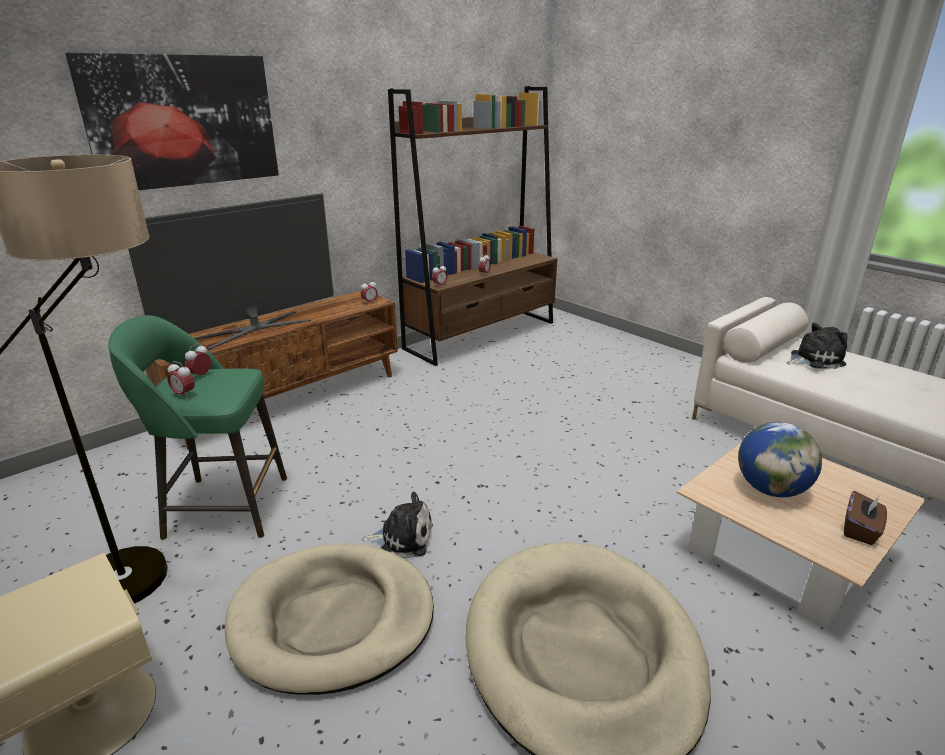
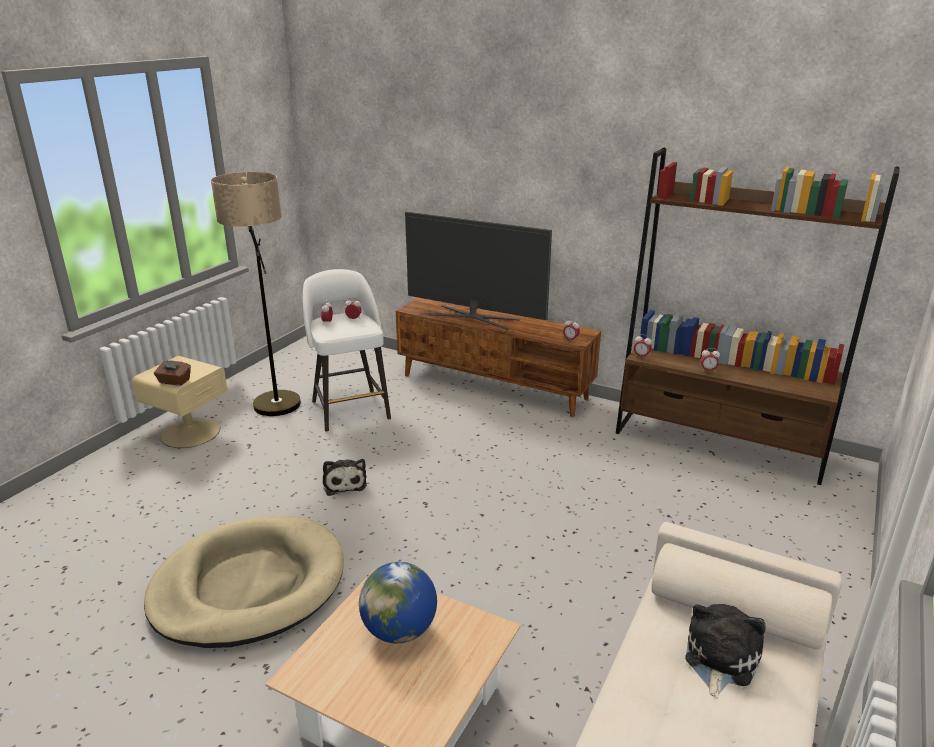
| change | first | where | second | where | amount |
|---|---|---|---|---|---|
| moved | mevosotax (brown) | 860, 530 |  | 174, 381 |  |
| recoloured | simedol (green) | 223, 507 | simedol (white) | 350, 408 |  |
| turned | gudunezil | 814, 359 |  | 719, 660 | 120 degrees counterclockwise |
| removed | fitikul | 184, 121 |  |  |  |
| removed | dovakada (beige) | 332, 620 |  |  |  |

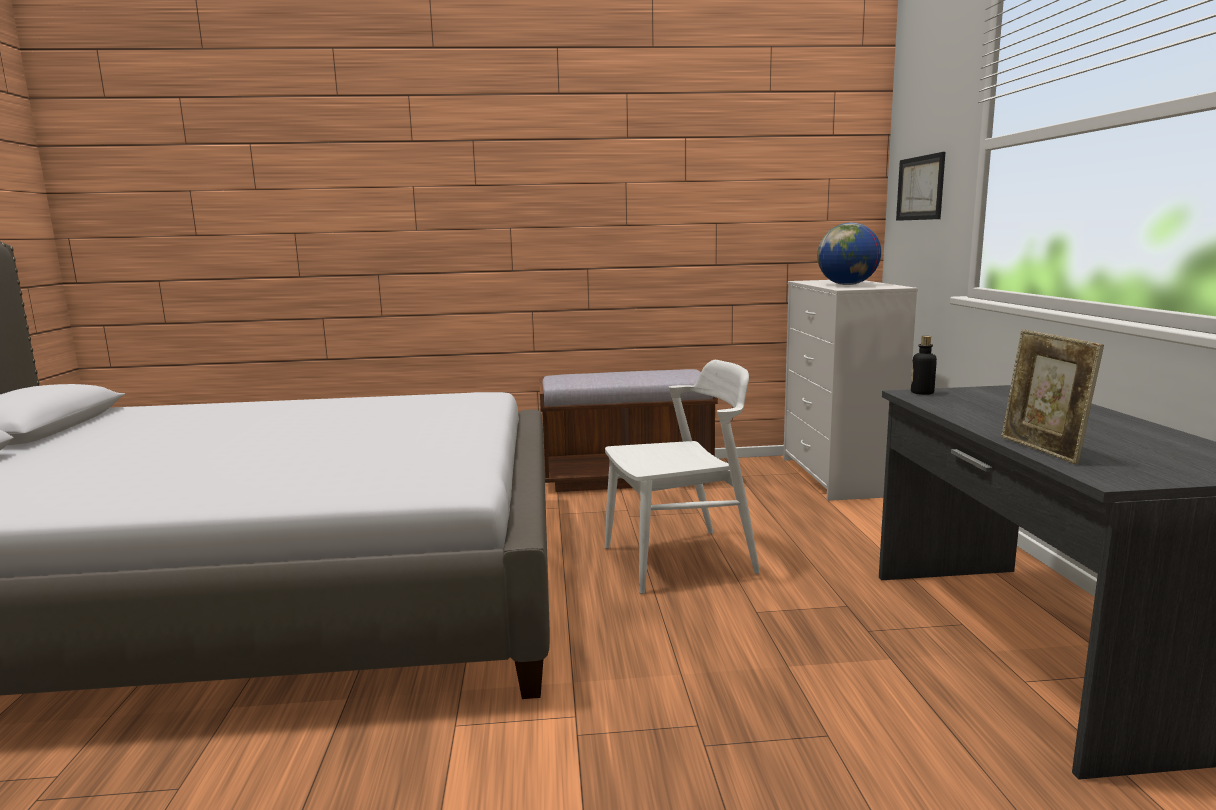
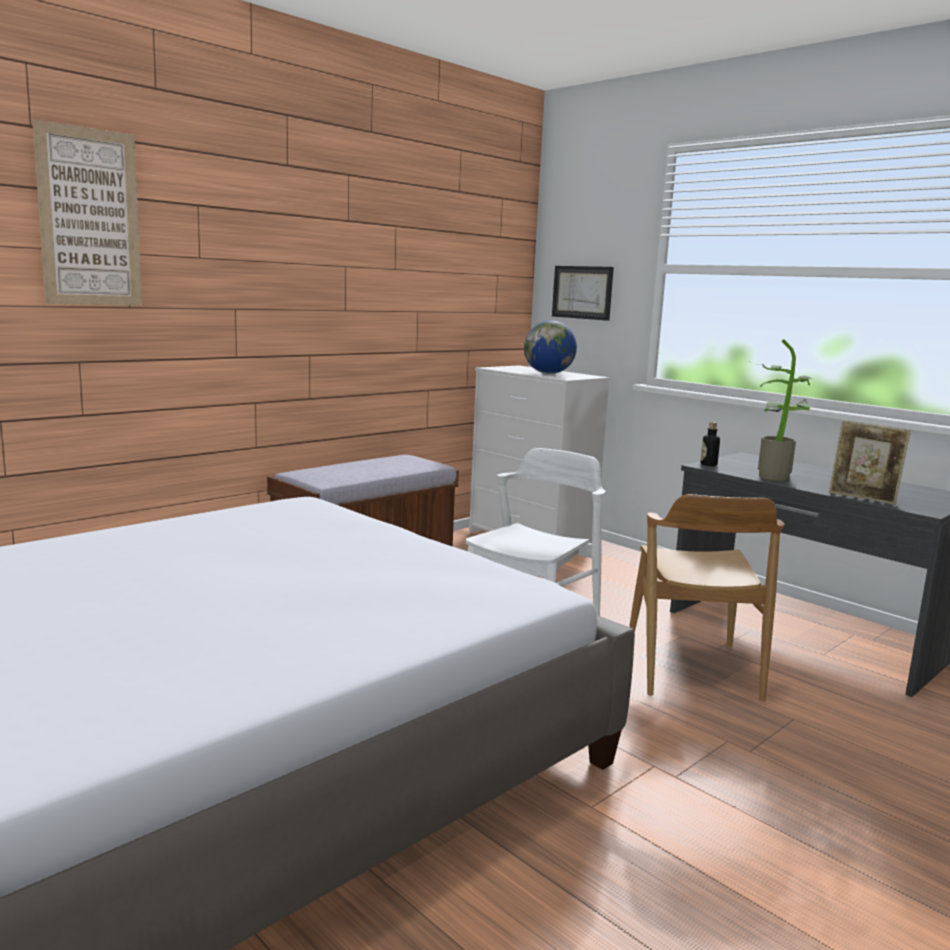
| change | first | where | second | where | amount |
|---|---|---|---|---|---|
| added |  |  | fitikul | 90, 218 |  |
| added |  |  | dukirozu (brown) | 691, 669 |  |
| added |  |  | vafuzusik | 773, 476 |  |

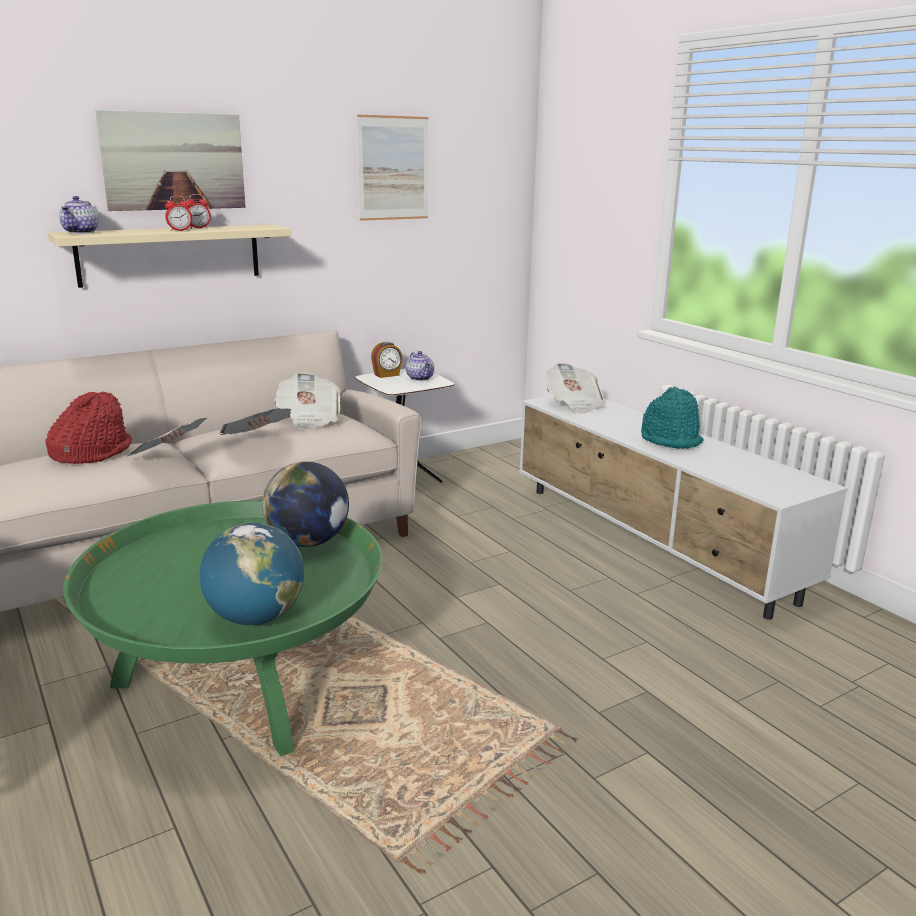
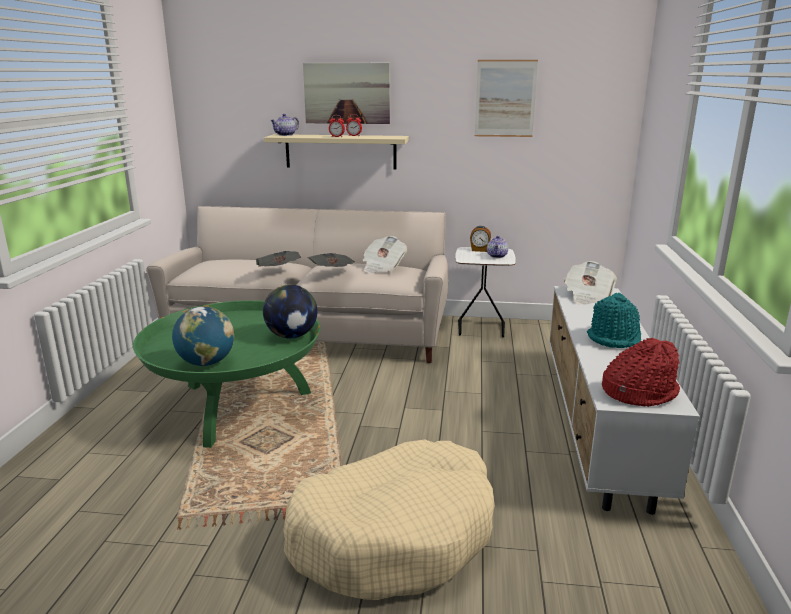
| change | first | where | second | where | amount |
|---|---|---|---|---|---|
| added |  |  | dovakada (beige) | 394, 535 |  |
| moved | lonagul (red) | 91, 453 |  | 638, 392 |  |

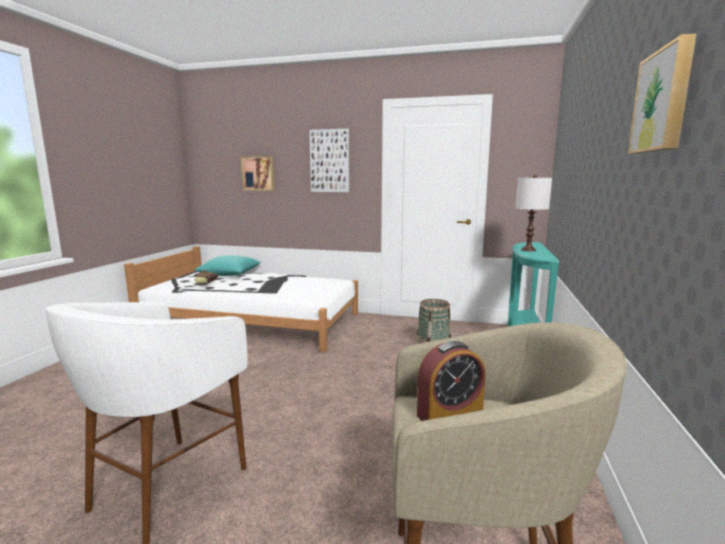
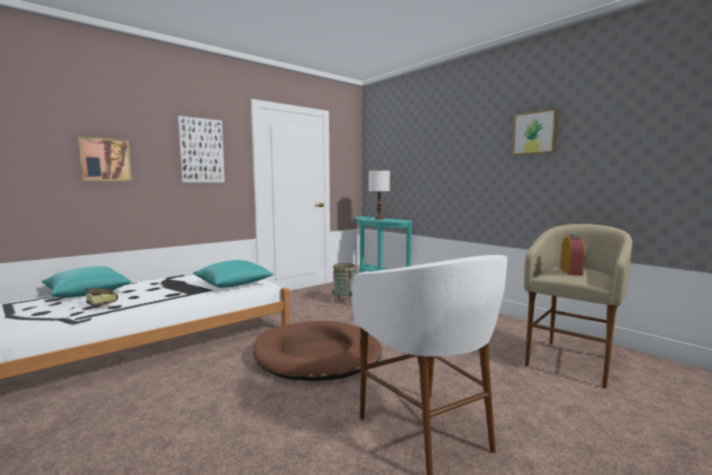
| change | first | where | second | where | amount |
|---|---|---|---|---|---|
| added |  |  | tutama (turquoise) | 233, 284 |  |
| added |  |  | dovakada (brown) | 317, 355 |  |

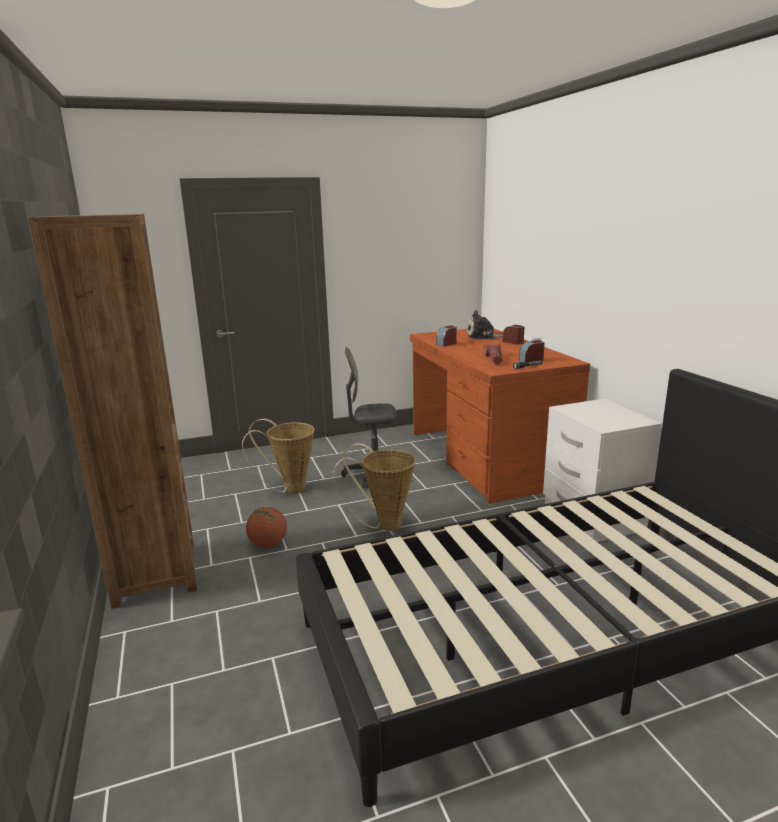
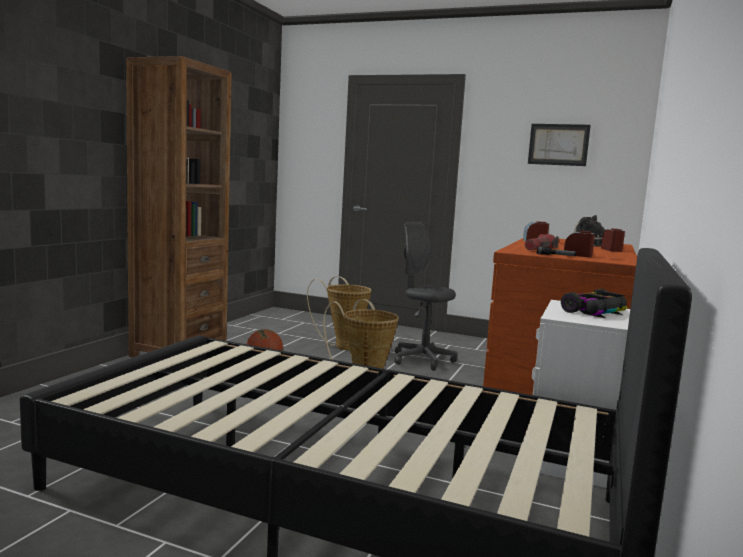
| change | first | where | second | where | amount |
|---|---|---|---|---|---|
| added |  |  | fitikul | 558, 144 |  |
| added |  |  | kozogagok | 595, 312 |  |

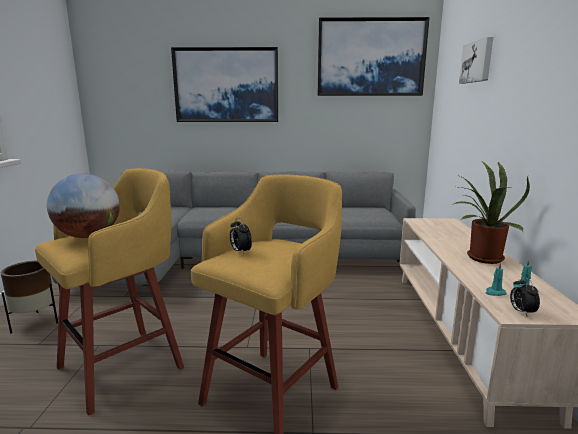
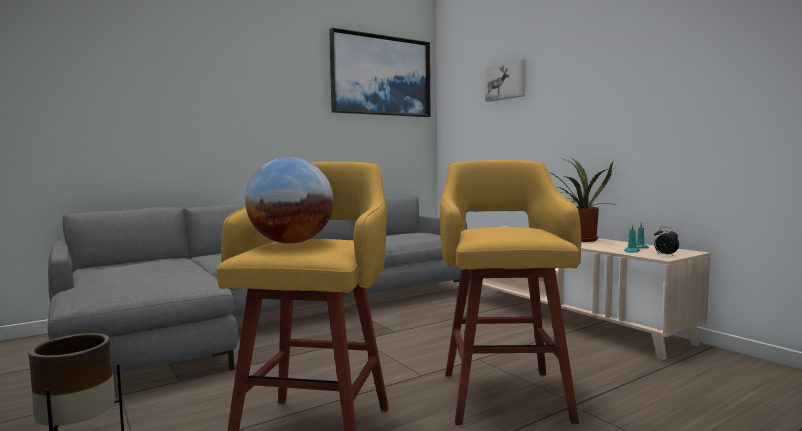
| change | first | where | second | where | amount |
|---|---|---|---|---|---|
| removed | fitikul | 226, 85 |  |  |  |
| removed | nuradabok | 240, 252 |  |  |  |

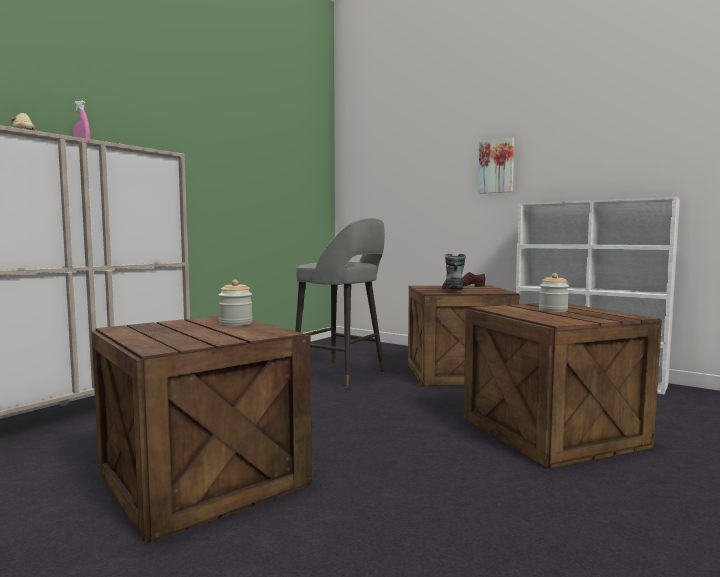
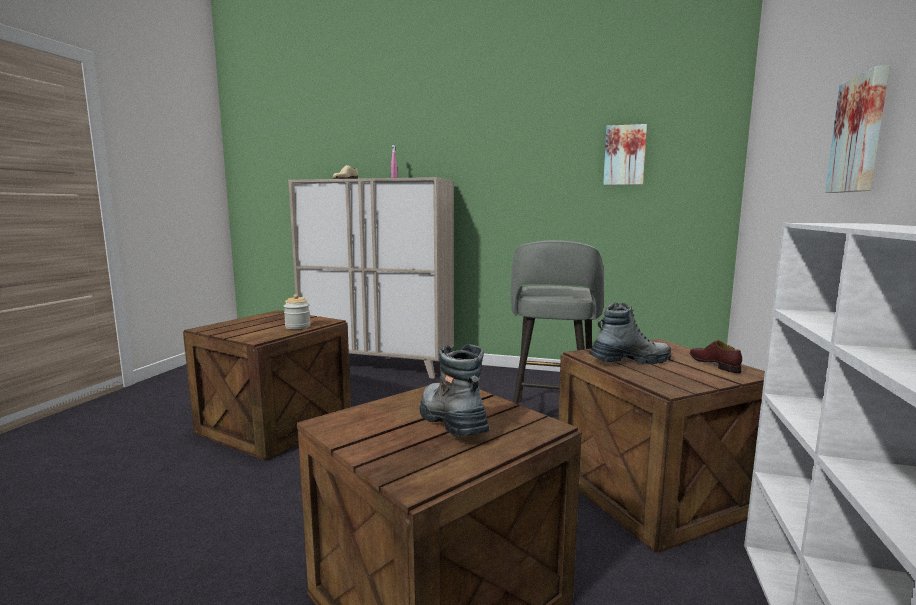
| change | first | where | second | where | amount |
|---|---|---|---|---|---|
| replaced | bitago | 553, 310 | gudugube | 451, 422 |  |
| added |  |  | fitikul | 624, 155 |  |

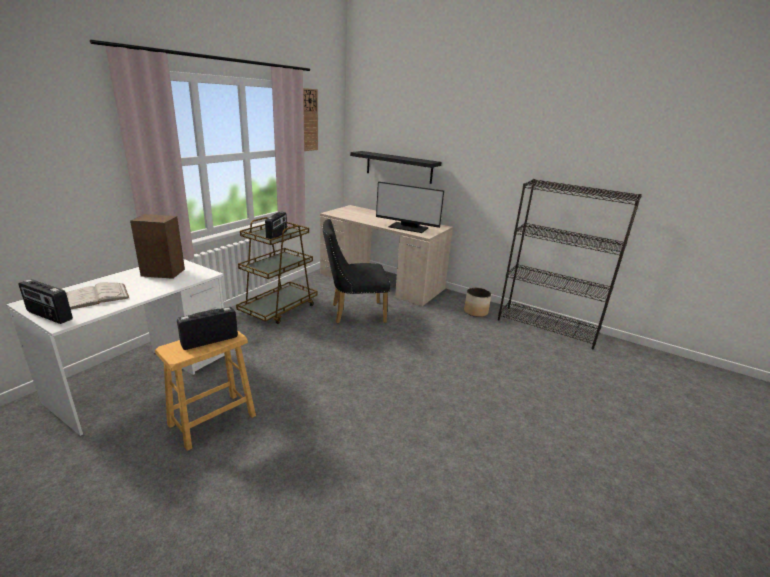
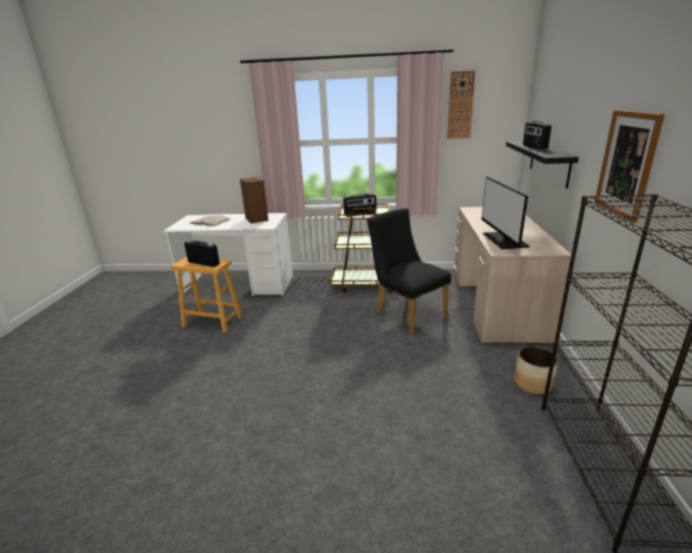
| change | first | where | second | where | amount |
|---|---|---|---|---|---|
| moved | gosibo | 49, 316 |  | 534, 147 |  |
| added |  |  | fitikul | 626, 164 |  |

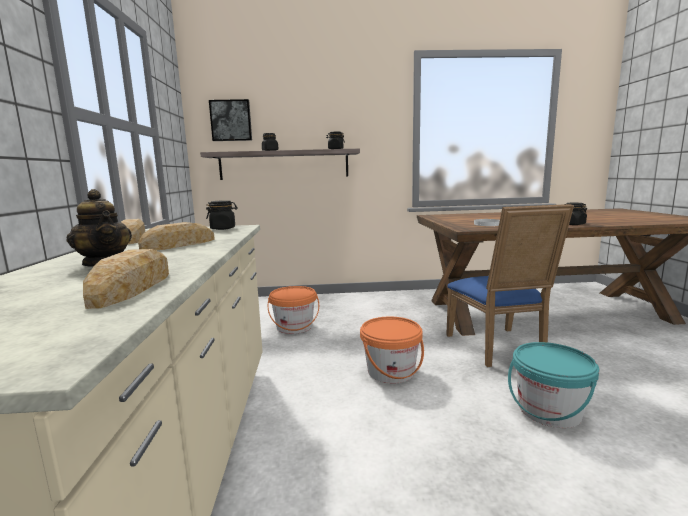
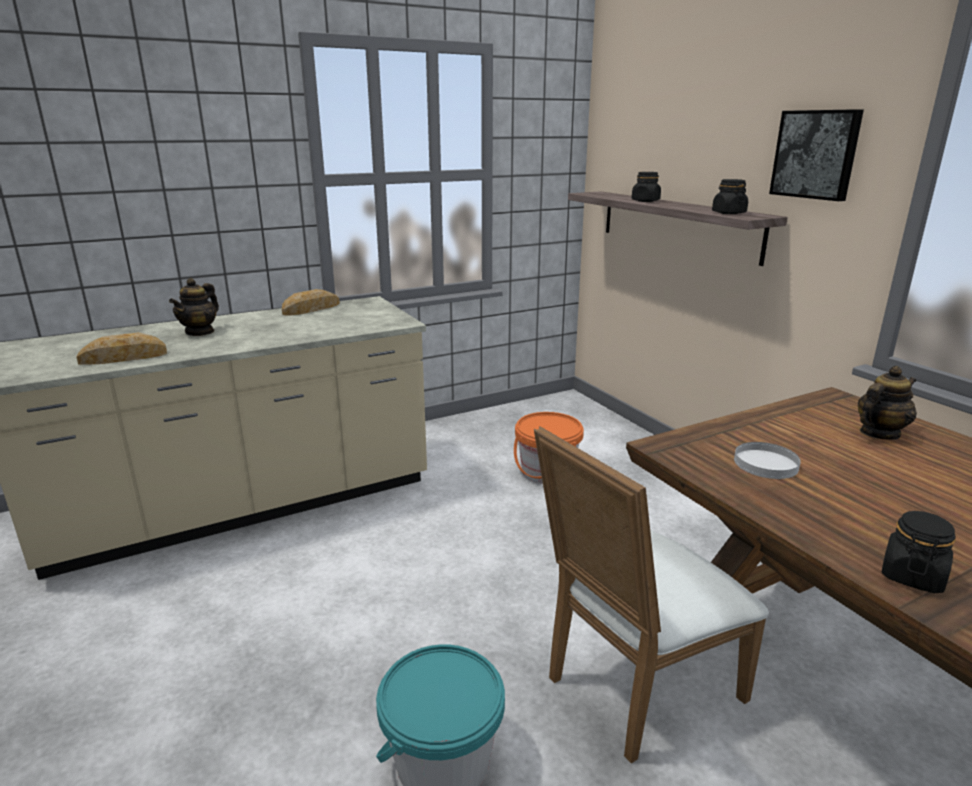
| change | first | where | second | where | amount |
|---|---|---|---|---|---|
| recoloured | dukirozu (blue) | 498, 349 | dukirozu (white) | 634, 688 |  |
| moved | fitikul | 231, 120 |  | 816, 154 |  |
| added |  |  | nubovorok | 879, 433 |  |
| removed | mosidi | 179, 244 |  |  |  |
| removed | bitago (black) | 223, 228 |  |  |  |
| removed | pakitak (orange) | 391, 371 |  |  |  |

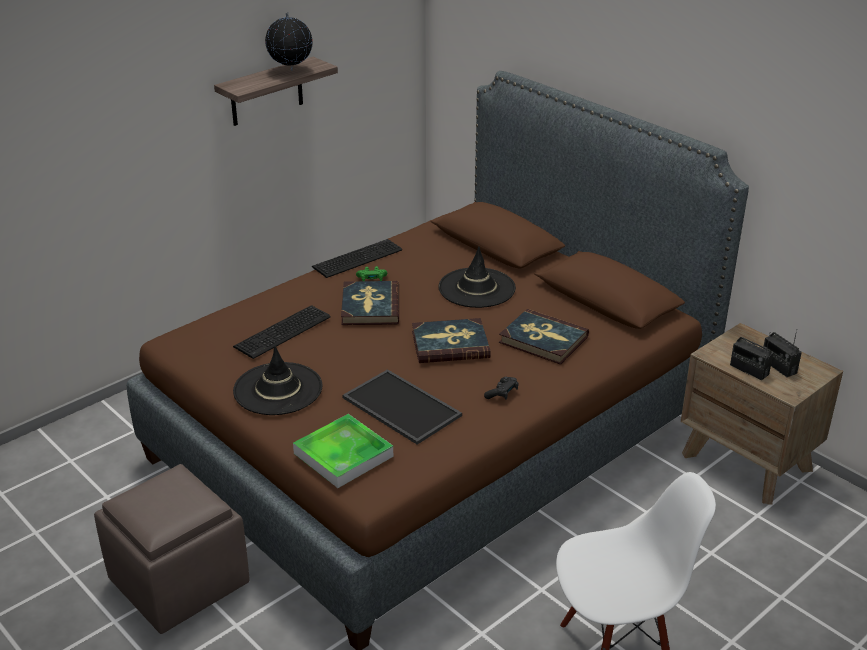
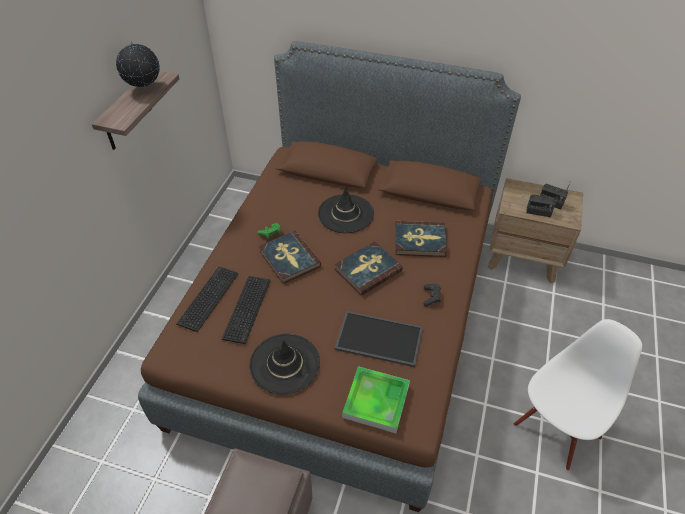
| change | first | where | second | where | amount |
|---|---|---|---|---|---|
| moved | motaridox | 355, 258 |  | 206, 298 |  |

